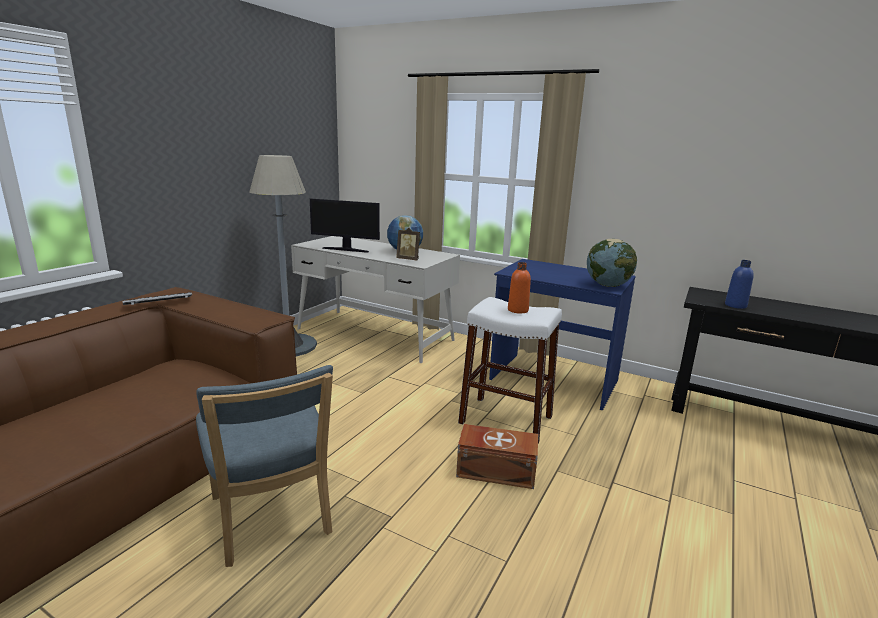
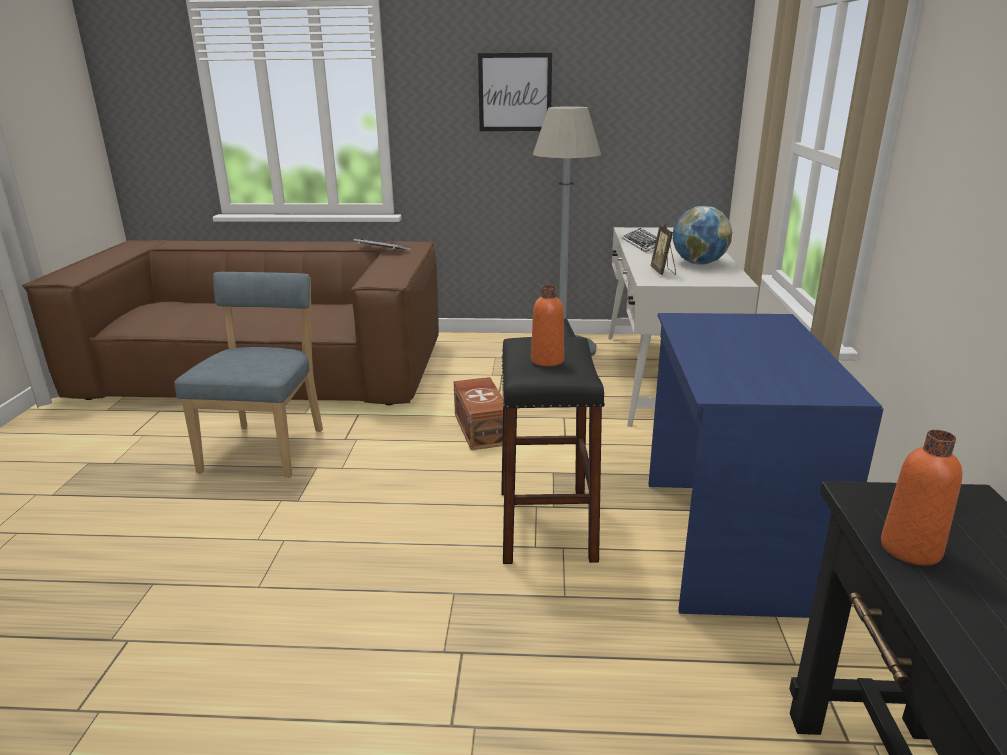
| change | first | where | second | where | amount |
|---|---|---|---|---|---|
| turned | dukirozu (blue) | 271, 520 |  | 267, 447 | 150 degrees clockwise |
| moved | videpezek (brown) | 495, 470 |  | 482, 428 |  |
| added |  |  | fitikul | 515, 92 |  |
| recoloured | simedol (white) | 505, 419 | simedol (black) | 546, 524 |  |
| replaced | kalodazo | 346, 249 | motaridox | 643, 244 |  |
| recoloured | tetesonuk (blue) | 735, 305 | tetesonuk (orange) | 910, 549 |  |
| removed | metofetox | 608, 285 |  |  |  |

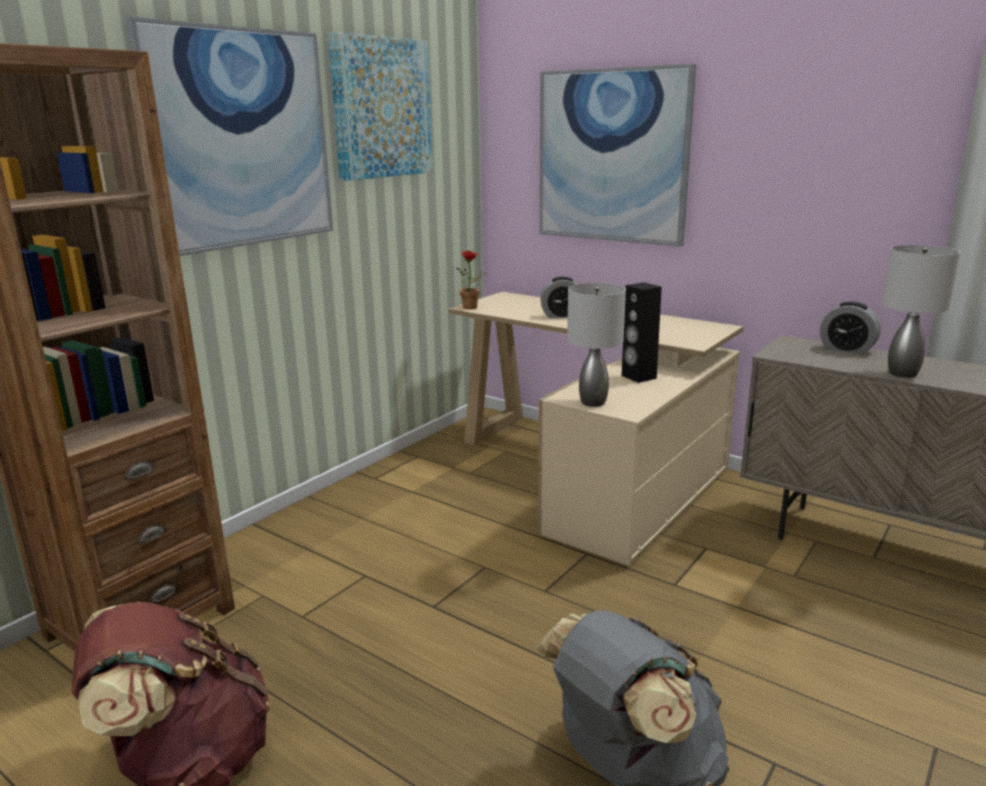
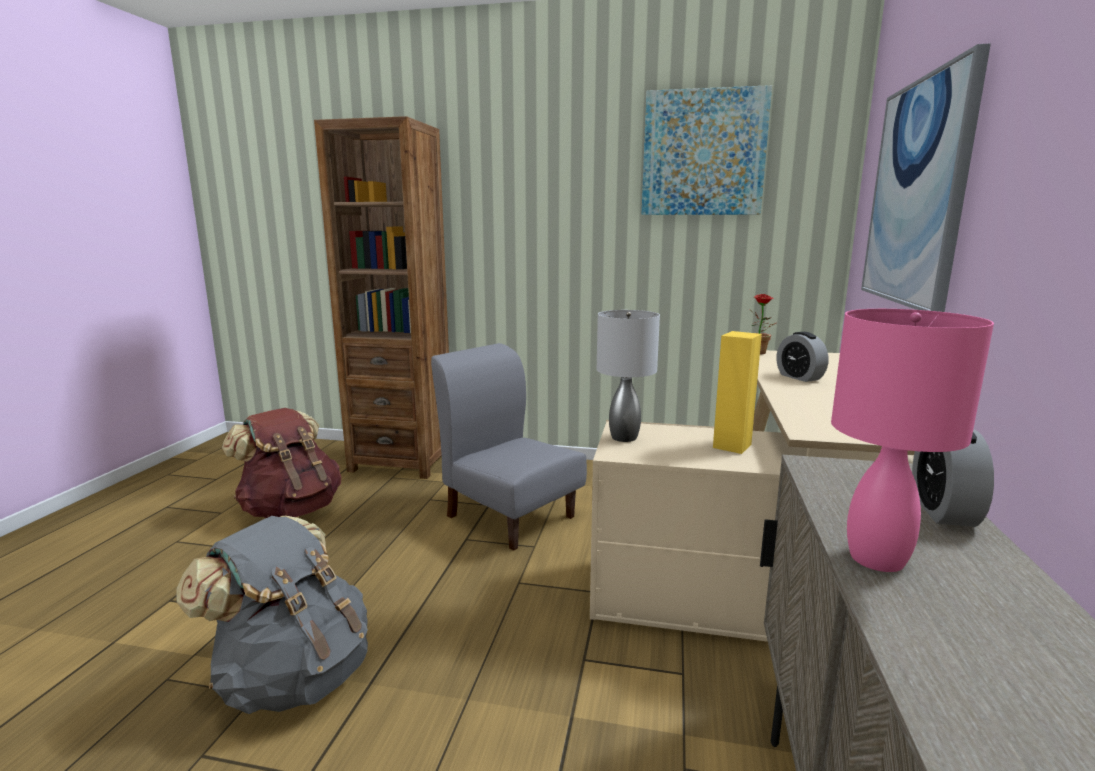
| change | first | where | second | where | amount |
|---|---|---|---|---|---|
| added |  |  | dukirozu (grey) | 510, 515 |  |
| recoloured | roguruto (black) | 638, 377 | roguruto (yellow) | 731, 446 |  |
| recoloured | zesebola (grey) | 902, 373 | zesebola (pink) | 878, 558 |  |
| removed | fitikul | 241, 139 |  |  |  |

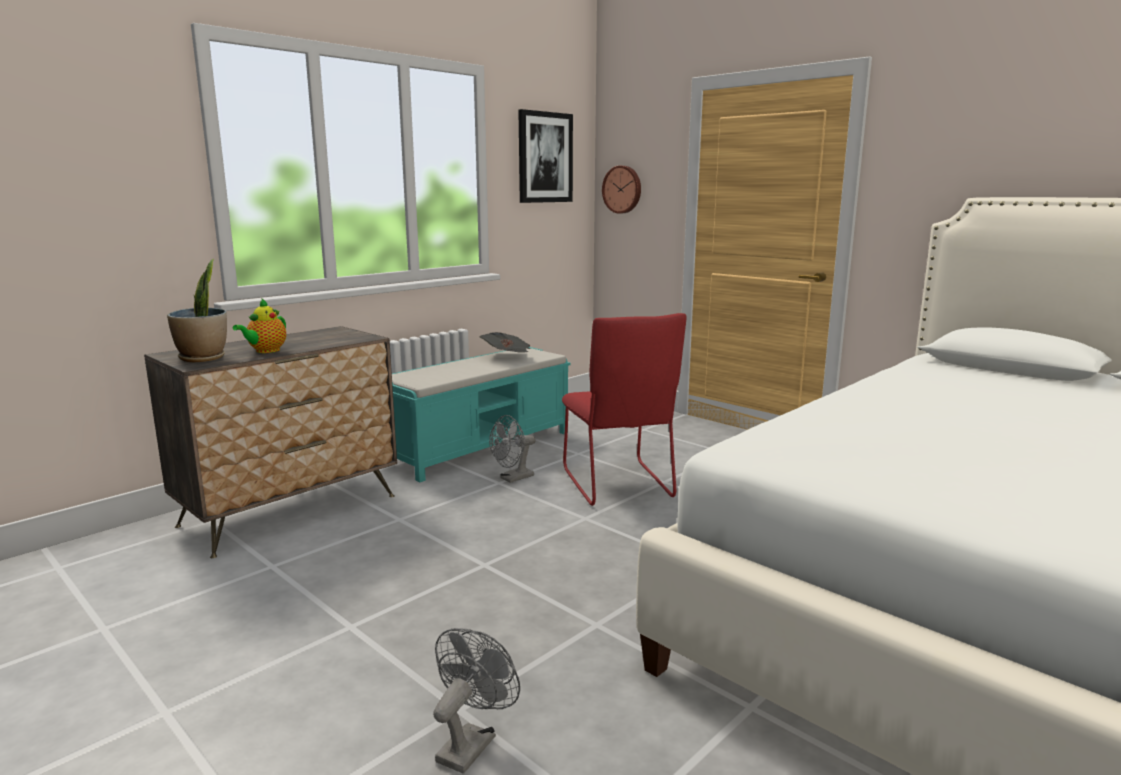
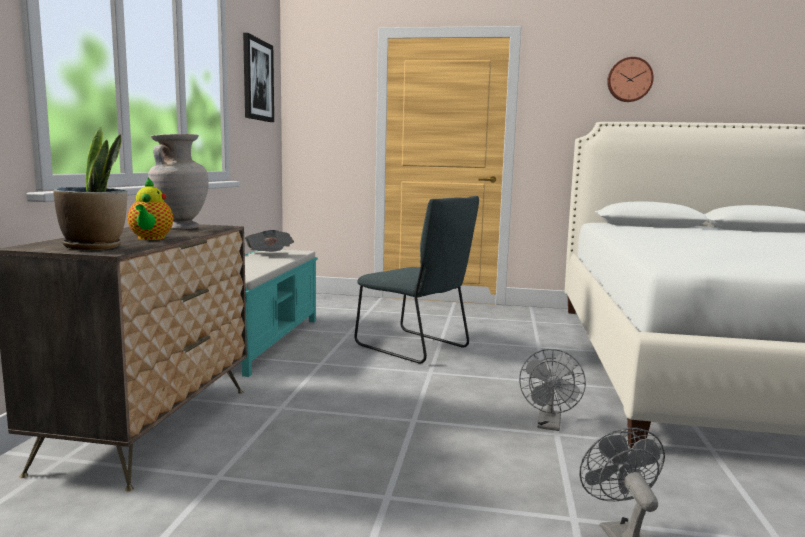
| change | first | where | second | where | amount |
|---|---|---|---|---|---|
| added |  |  | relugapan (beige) | 181, 228 |  |
| recoloured | dukirozu (red) | 619, 485 | dukirozu (grey) | 416, 347 |  |
| moved | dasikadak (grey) | 513, 478 |  | 549, 425 |  |
| moved | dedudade | 622, 189 |  | 629, 80 |  |

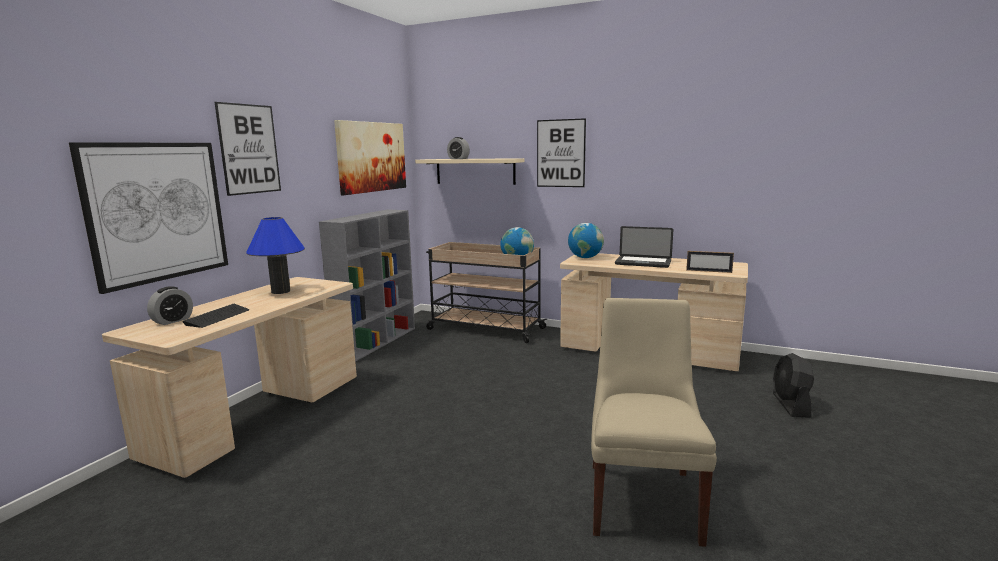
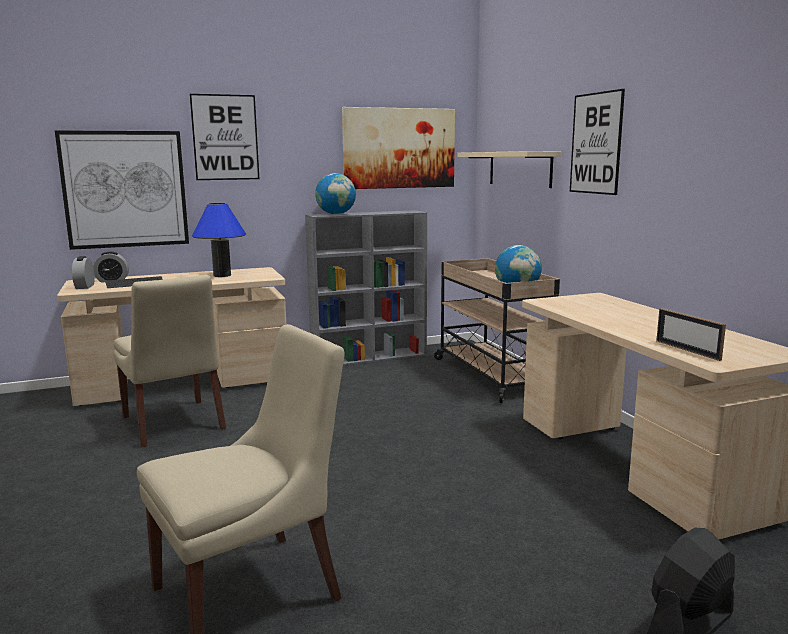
| change | first | where | second | where | amount |
|---|---|---|---|---|---|
| moved | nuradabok | 458, 159 |  | 85, 286 |  |
| added |  |  | dukirozu (beige) | 174, 424 |  |
| moved | metofetox | 585, 257 |  | 336, 214 |  |
| removed | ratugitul | 643, 263 |  |  |  |

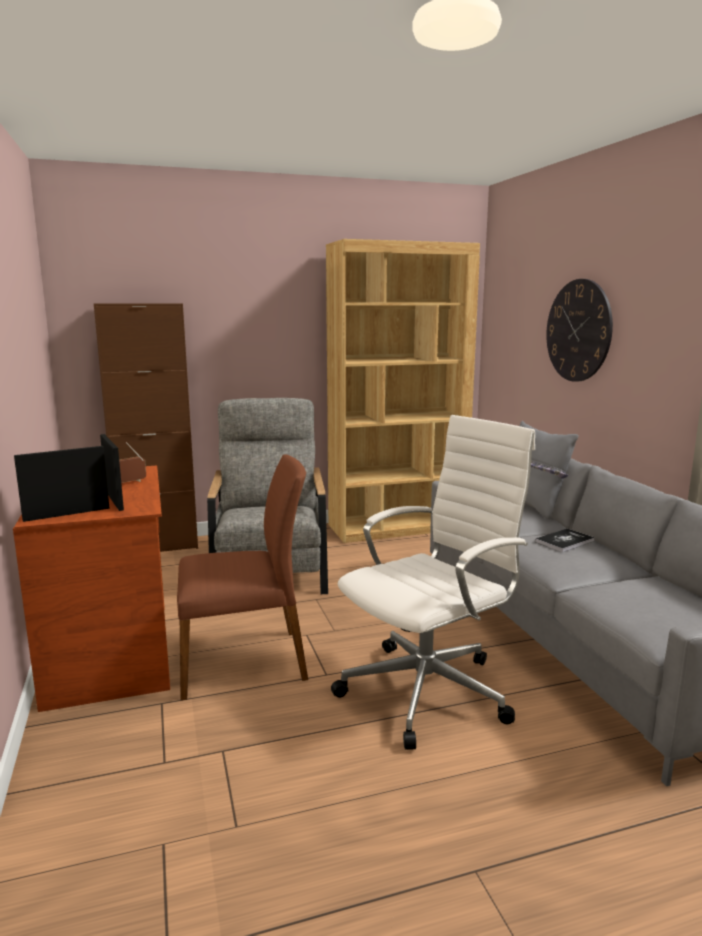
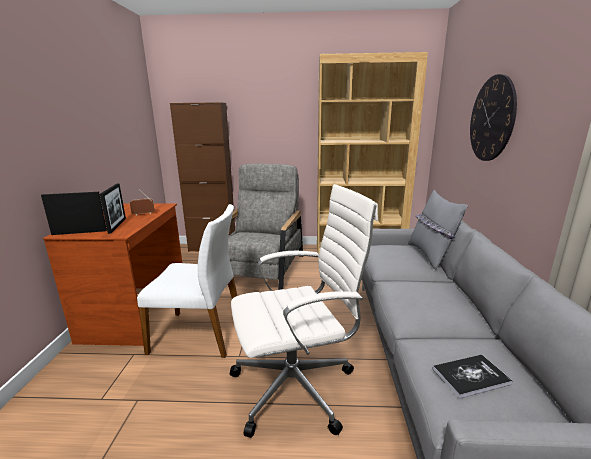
| change | first | where | second | where | amount |
|---|---|---|---|---|---|
| recoloured | dukirozu (brown) | 244, 661 | dukirozu (white) | 199, 334 |  |
| moved | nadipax | 564, 541 |  | 470, 376 |  |

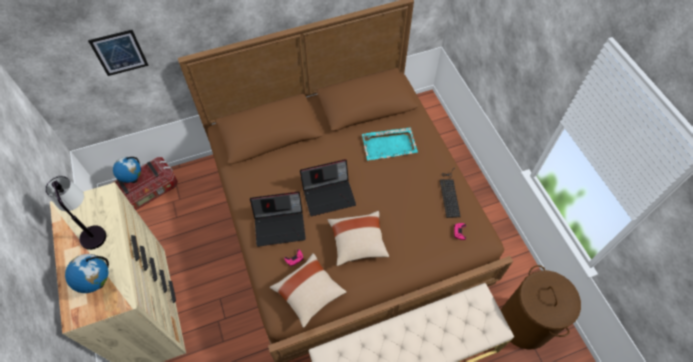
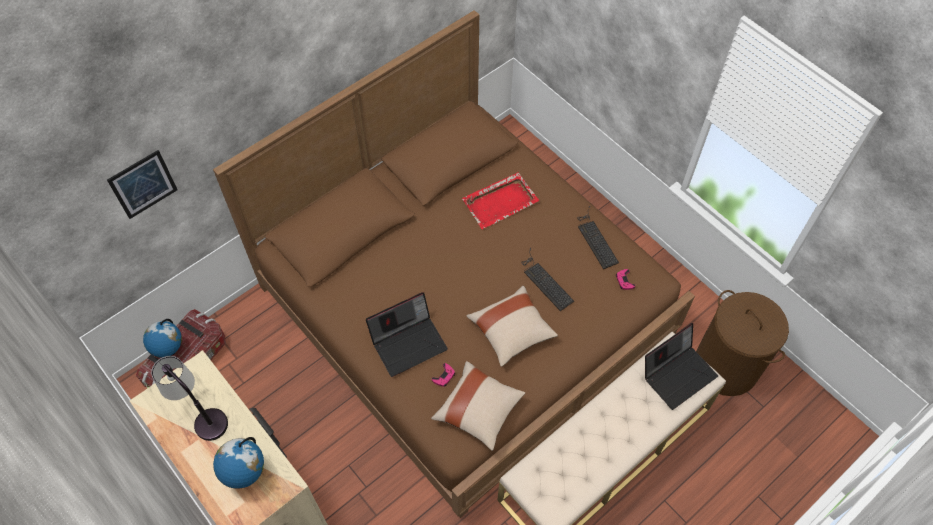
| change | first | where | second | where | amount |
|---|---|---|---|---|---|
| recoloured | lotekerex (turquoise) | 389, 145 | lotekerex (red) | 501, 201 |  |
| added |  |  | motaridox | 545, 281 |  |
| moved | ratugitul | 329, 195 |  | 678, 373 |  |

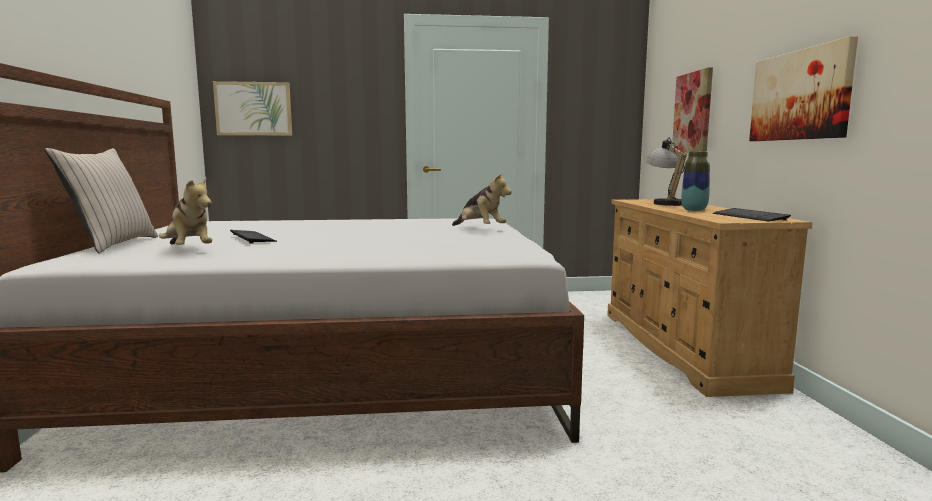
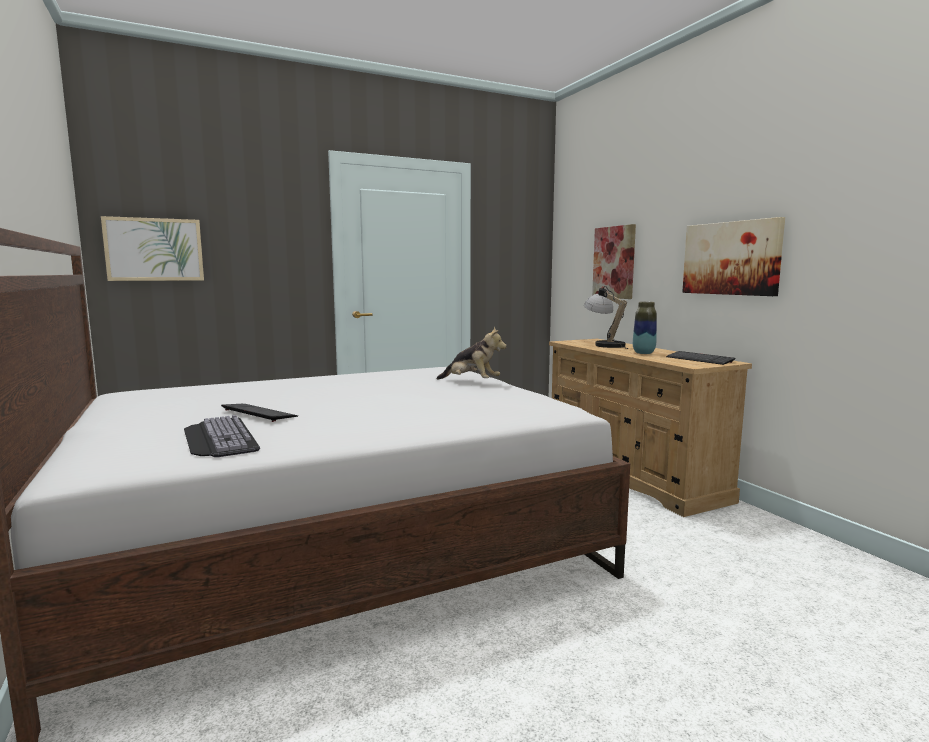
| change | first | where | second | where | amount |
|---|---|---|---|---|---|
| replaced | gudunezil | 188, 250 | motaridox | 217, 437 |  |
| removed | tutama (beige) | 112, 245 |  |  |  |

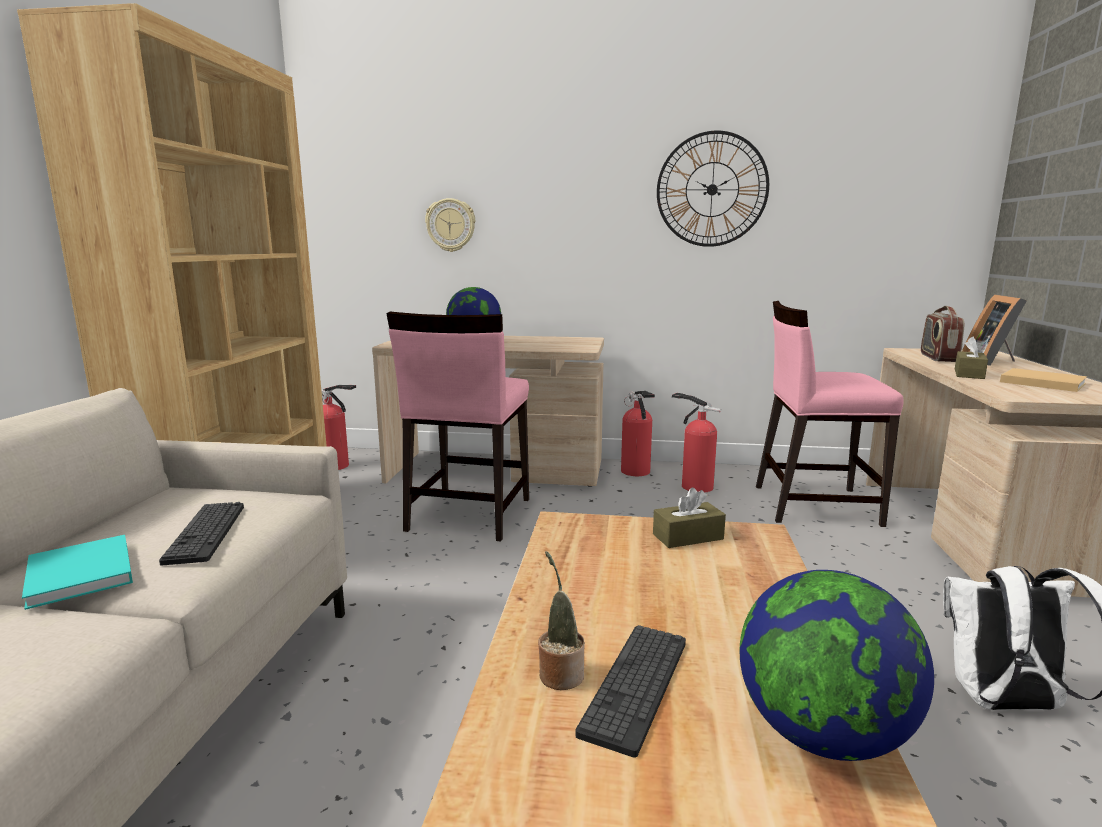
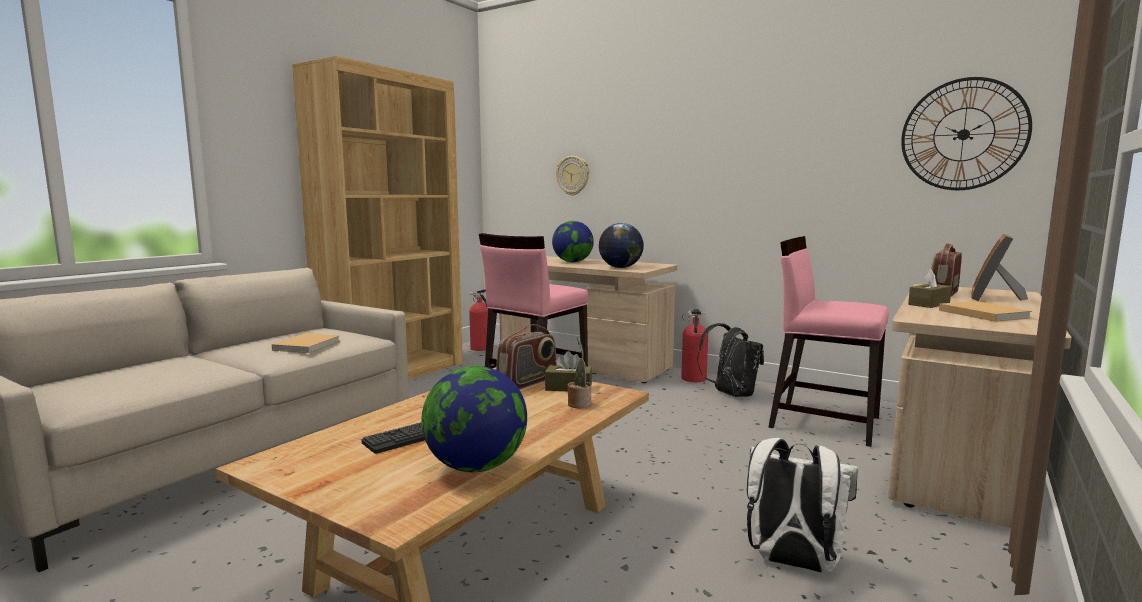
| change | first | where | second | where | amount |
|---|---|---|---|---|---|
| replaced | motaridox | 206, 533 | nadipax (beige) | 308, 345 |  |
| added |  |  | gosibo | 527, 382 |  |
| moved | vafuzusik | 559, 673 |  | 579, 404 |  |
| added |  |  | metofetox | 620, 267 |  |
| replaced | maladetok | 694, 486 | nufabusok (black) | 730, 394 |  |
| moved | dedudade | 712, 189 |  | 963, 134 |  |
| removed | nadipax (turquoise) | 80, 575 |  |  |  |

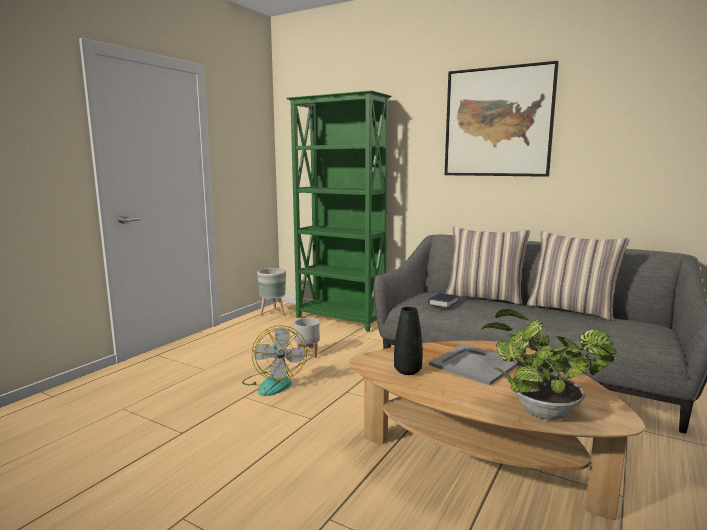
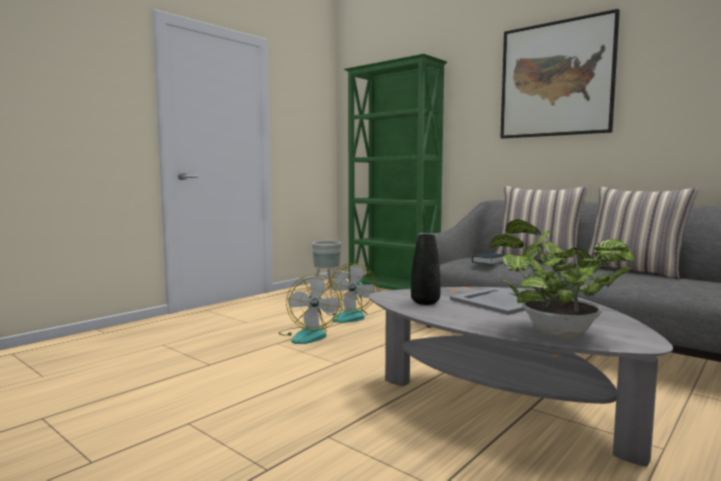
| change | first | where | second | where | amount |
|---|---|---|---|---|---|
| replaced | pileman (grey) | 308, 354 | dasikadak | 350, 316 |  |
| recoloured | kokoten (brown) | 479, 463 | kokoten (grey) | 503, 408 |  |

